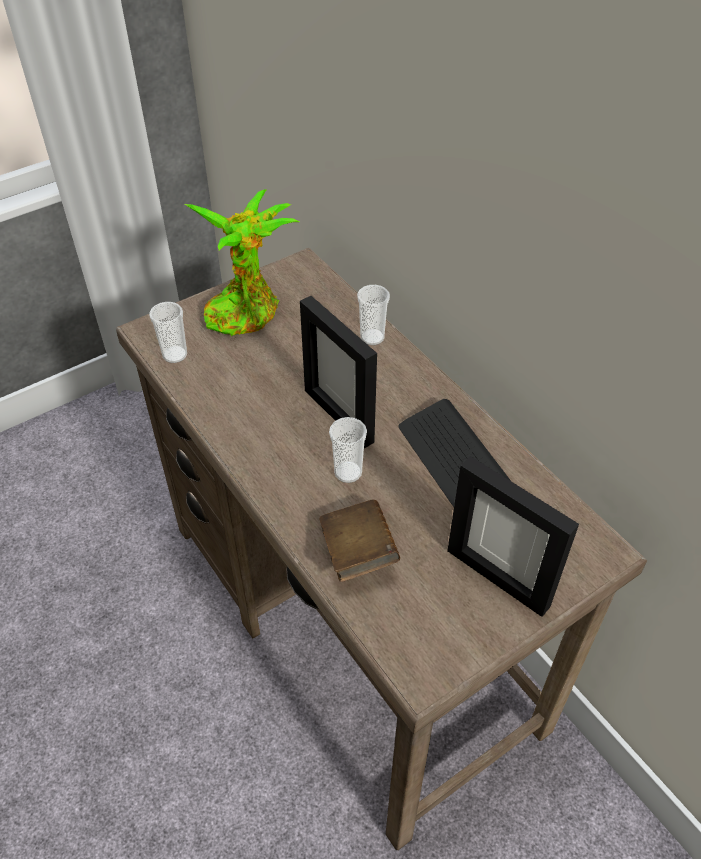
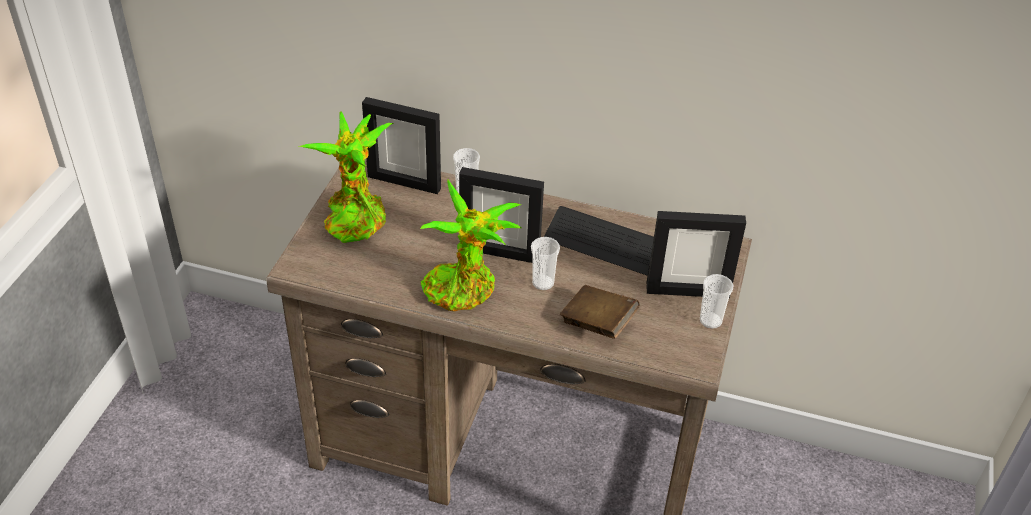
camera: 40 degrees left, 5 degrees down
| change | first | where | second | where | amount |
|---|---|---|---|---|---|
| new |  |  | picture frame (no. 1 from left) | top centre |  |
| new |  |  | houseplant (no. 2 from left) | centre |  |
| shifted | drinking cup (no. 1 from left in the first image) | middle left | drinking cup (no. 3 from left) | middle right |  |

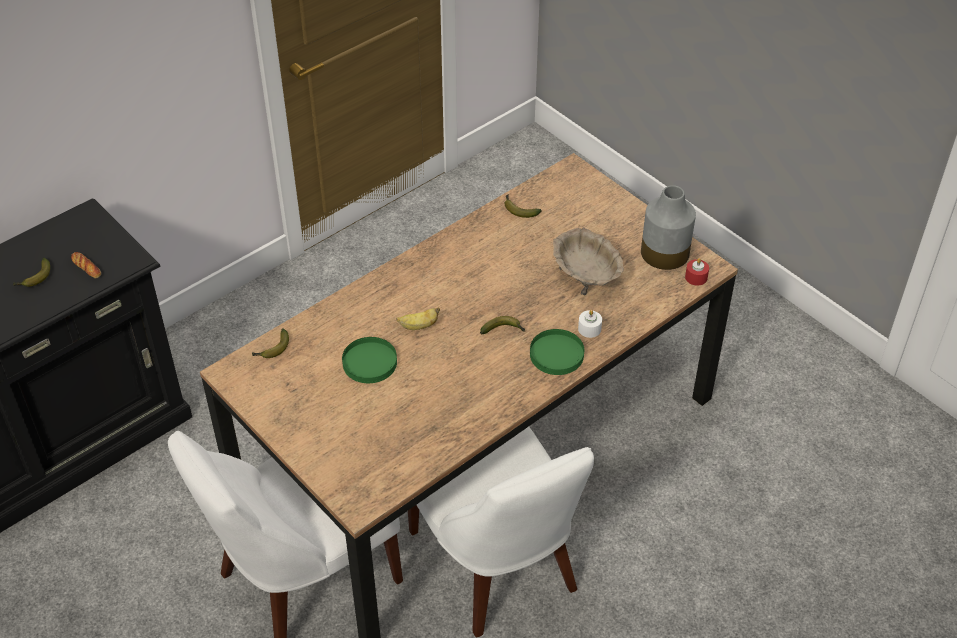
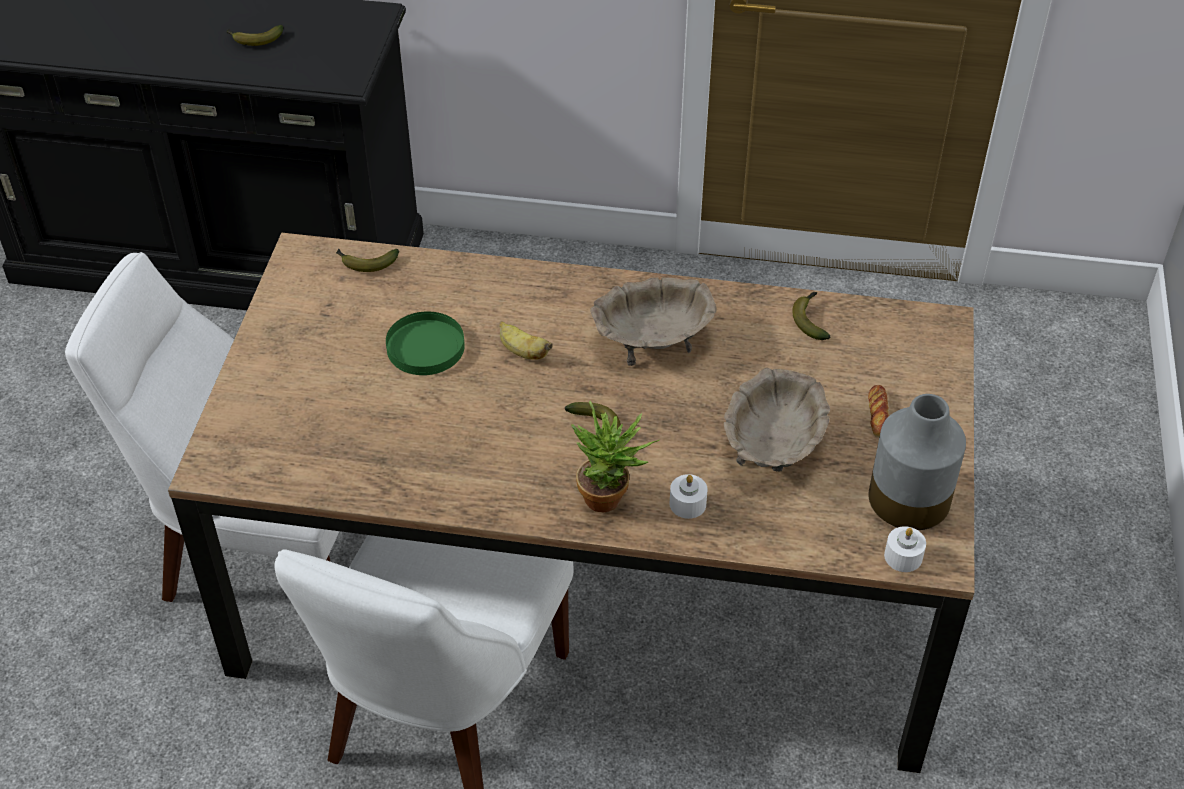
camera: 50 degrees right, 0 degrees up
| change | first | where | second | where | amount |
|---|---|---|---|---|---|
| swapped | green-coloured plate (no. 2 from left) | centre | houseplant | centre |  |
| new |  |  | sand-coloured deep dish (no. 1 from left) | centre |  |
| shifted | bakery bread | middle left |  | middle right |  |
| repainted | red-coloured wax candle | middle right | whitish wax candle (no. 2 from left) | bottom right |  |

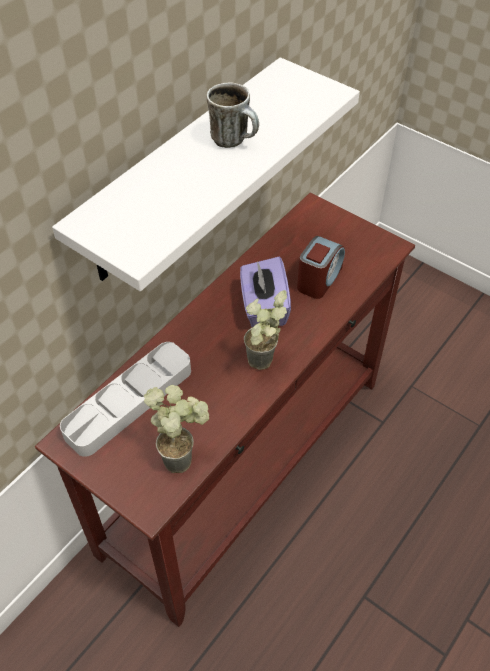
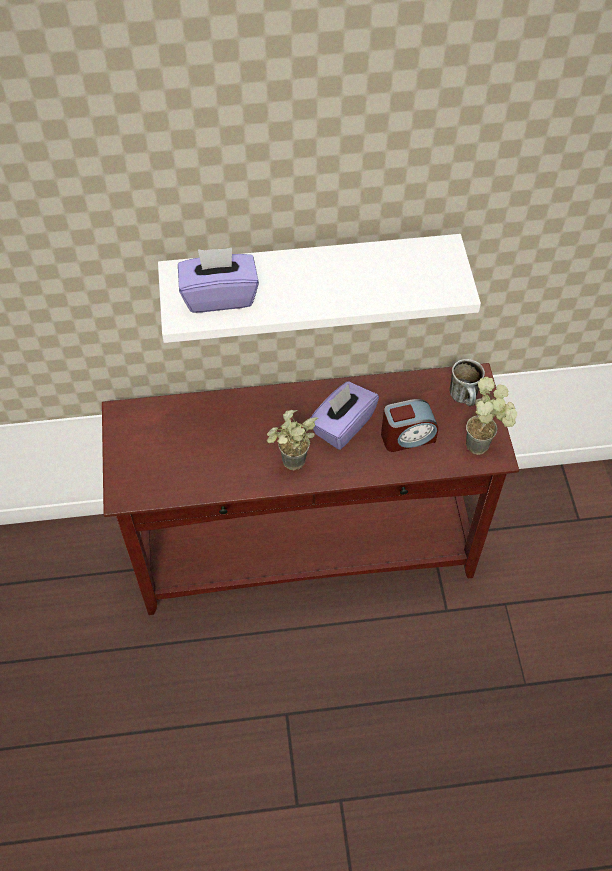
camera: 45 degrees right, 5 degrees up
| change | first | where | second | where | amount |
|---|---|---|---|---|---|
| new |  |  | purple-coloured box of tissues (no. 1 from left) | top centre |  |
| shifted | coffee mug | top centre |  | middle right |  |
| shifted | houseplant (no. 1 from left in the first image) | centre | houseplant (no. 2 from left) | middle right |  |
| gone | gray carrying tray | middle left |  |  |  |

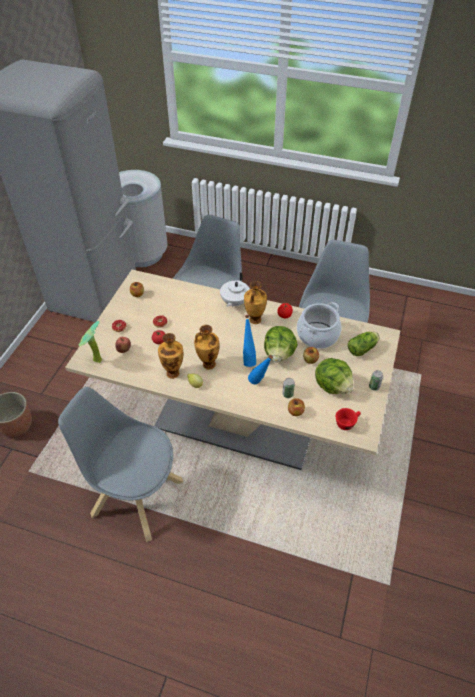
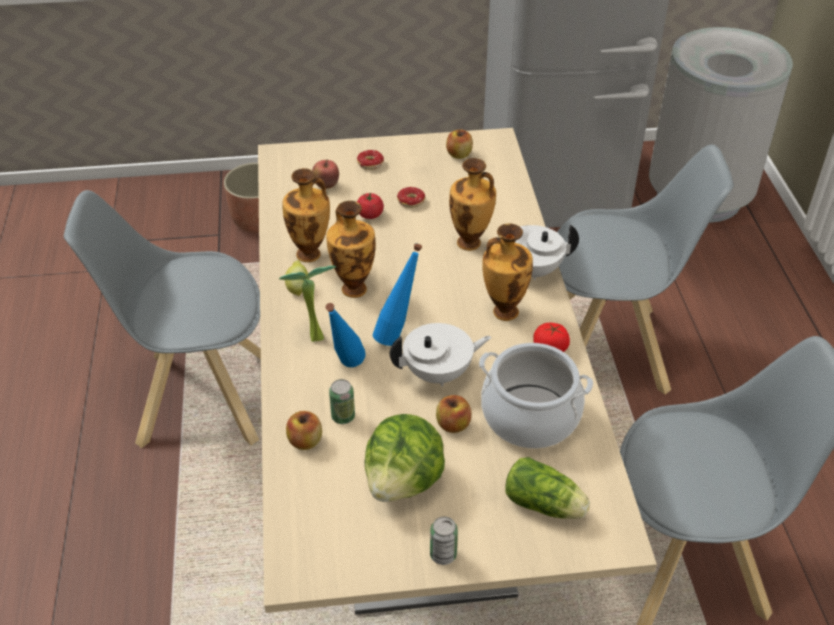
camera: 65 degrees right, 5 degrees down
| change | first | where | second | where | amount |
|---|---|---|---|---|---|
| rotated | gray plain chair (no. 1 from left) | middle left |  | middle left | 90 degrees counterclockwise |
| shifted | houseplant | middle left |  | centre |  |
| swapped | head of lettuce (no. 1 from left) | centre | whitish teapot (no. 1 from left) | centre |  |
| new |  |  | decorative vase (no. 3 from left) | top centre |  |
| gone | red-coloured drinking cup | middle right |  |  |  |

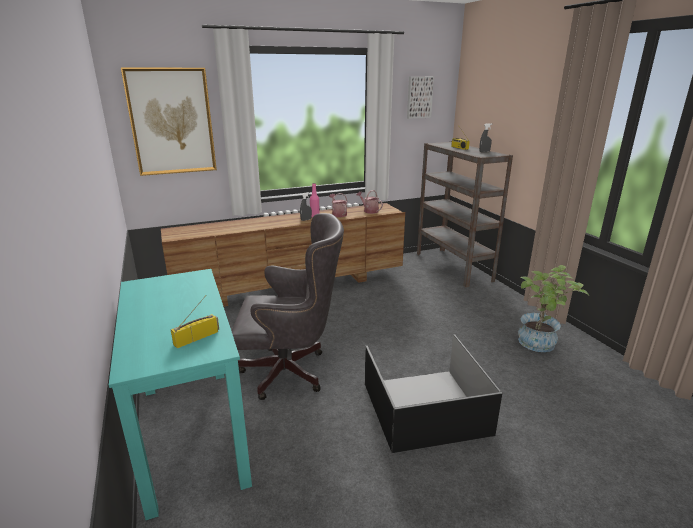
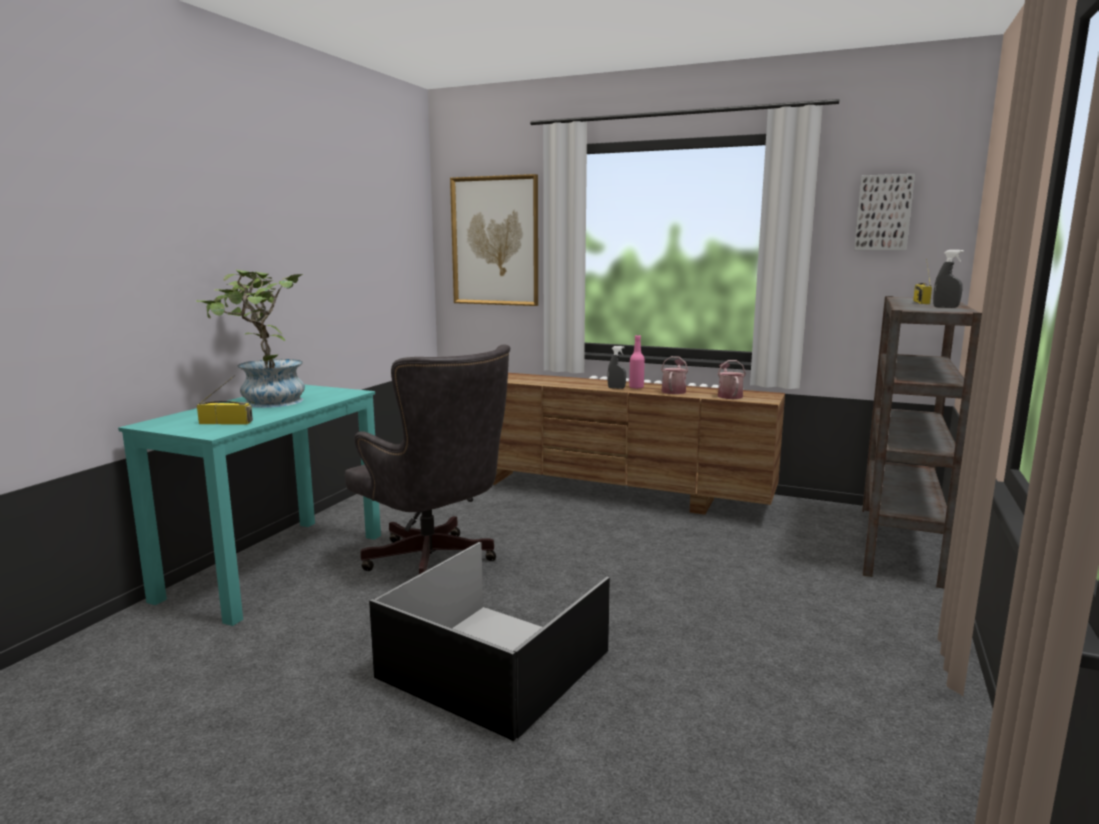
camera: 45 degrees right, 10 degrees down
| change | first | where | second | where | amount |
|---|---|---|---|---|---|
| shifted | houseplant | middle right |  | middle left |  |

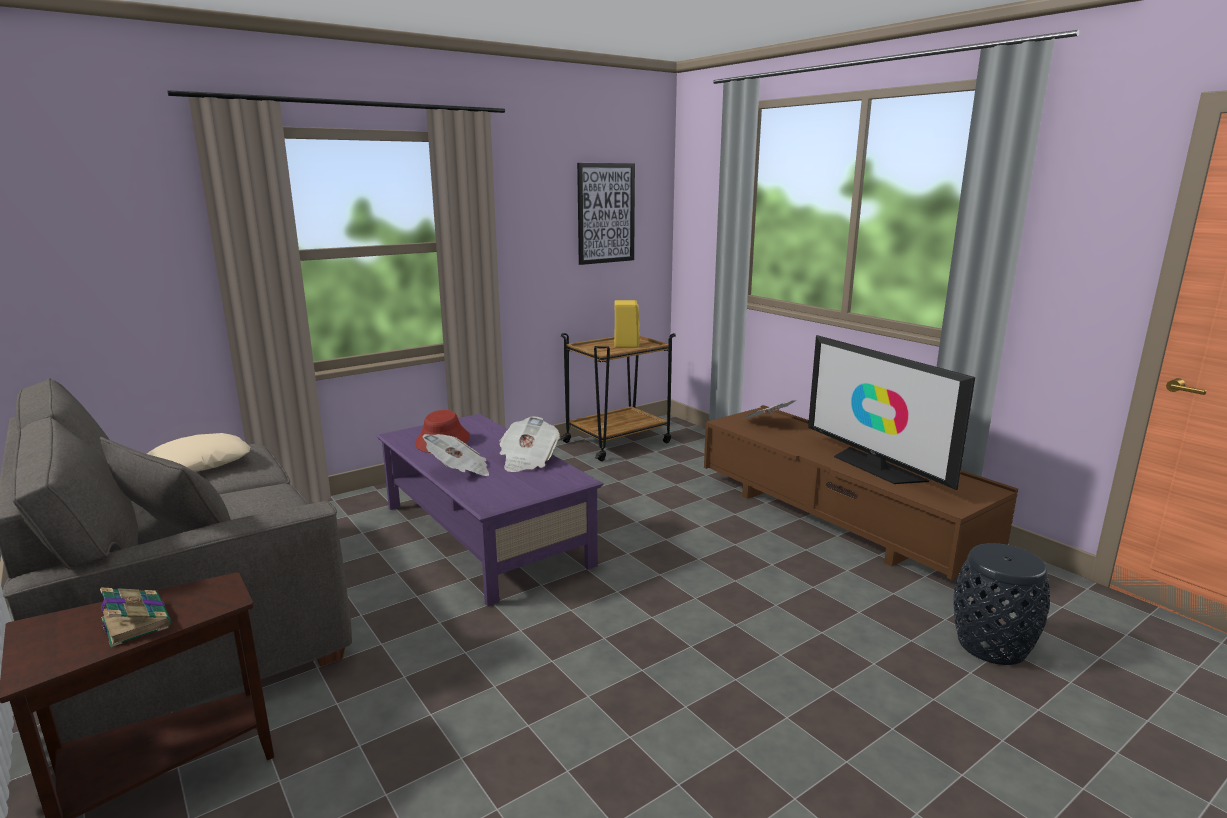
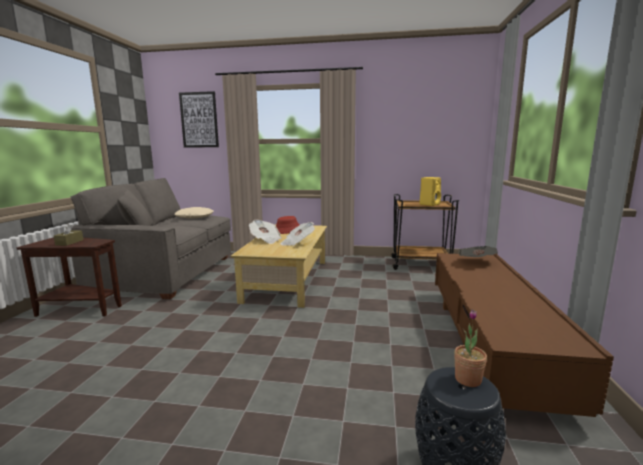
camera: 45 degrees right, 5 degrees down
| change | first | where | second | where | amount |
|---|---|---|---|---|---|
| swapped | volume | bottom left | brownish box of tissues | middle left |  |
| shifted | wall art | top centre |  | top left |  |
| repainted | purple-coloured low table | centre | sand-coloured low table | centre |  |
| new |  |  | houseplant | bottom right |  |
| gone | TV set | middle right |  |  |  |

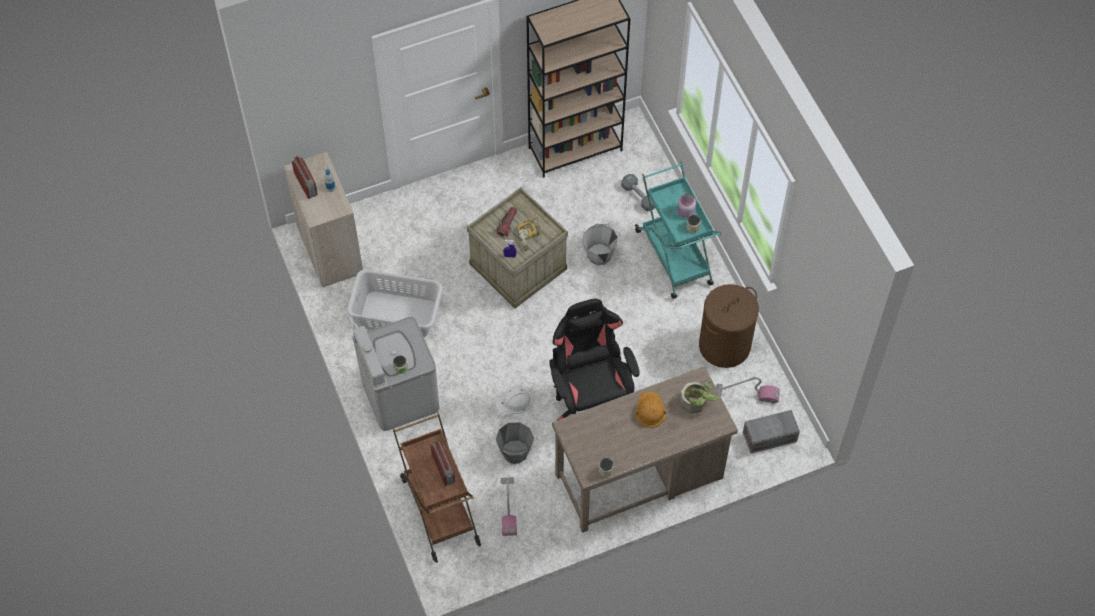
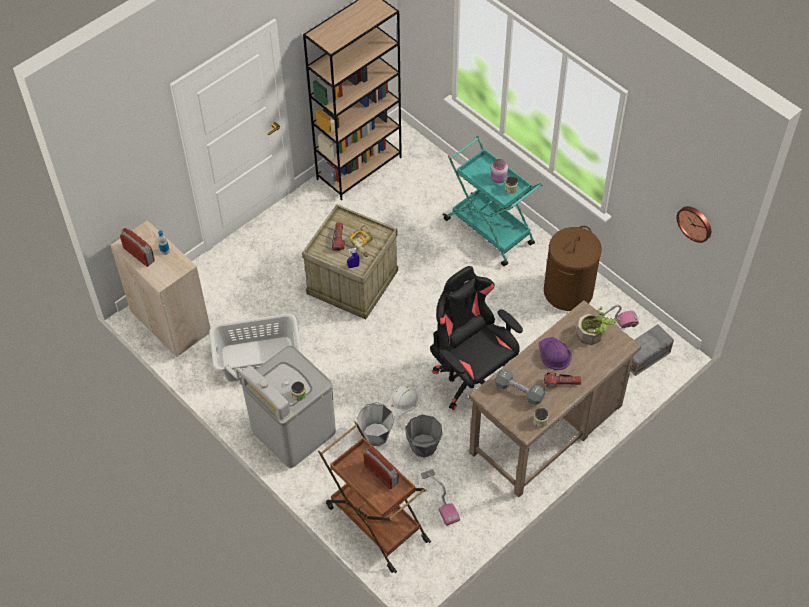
camera: 20 degrees left, 5 degrees down
| change | first | where | second | where | amount |
|---|---|---|---|---|---|
| shifted | gray water bucket (no. 2 from left in the first image) | centre | gray water bucket (no. 1 from left) | bottom centre |  |
| shifted | gray dumbbell | top centre |  | centre |  |
| repainted | orange safety helmet | centre | purple-coloured safety helmet | middle right |  |
| new |  |  | hand torch (no. 2 from left) | middle right |  |
| new |  |  | hanging clock | middle right |  |

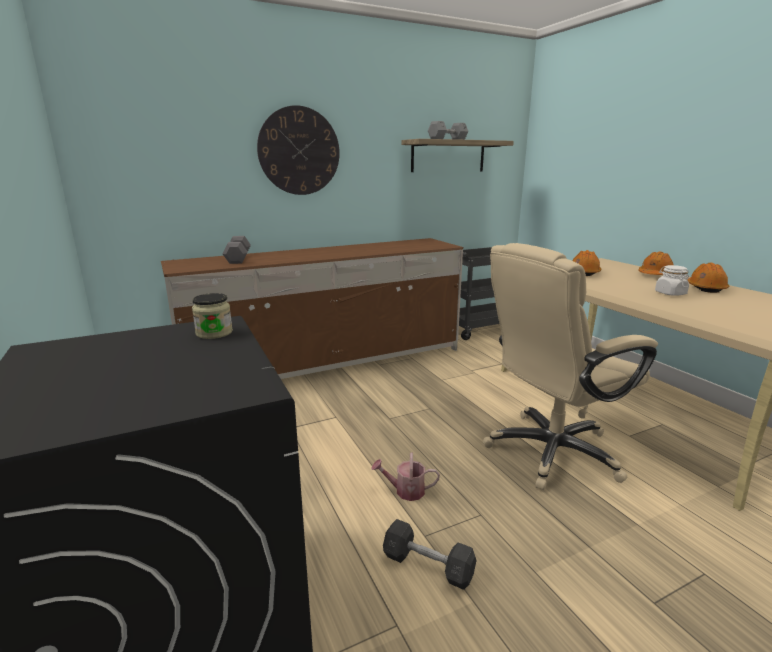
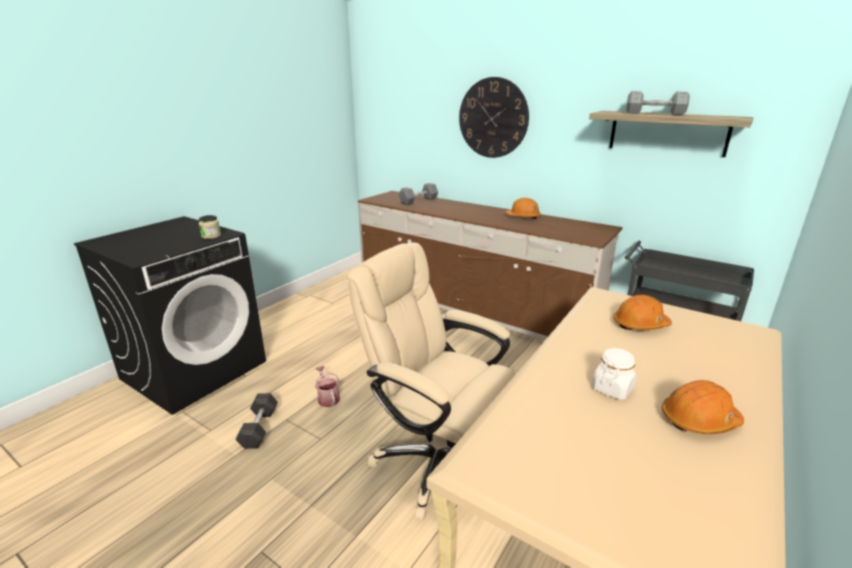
camera: 60 degrees right, 5 degrees up
| change | first | where | second | where | amount |
|---|---|---|---|---|---|
| shifted | orange safety helmet (no. 2 from left in the first image) | middle right | orange safety helmet (no. 1 from left) | centre |  |

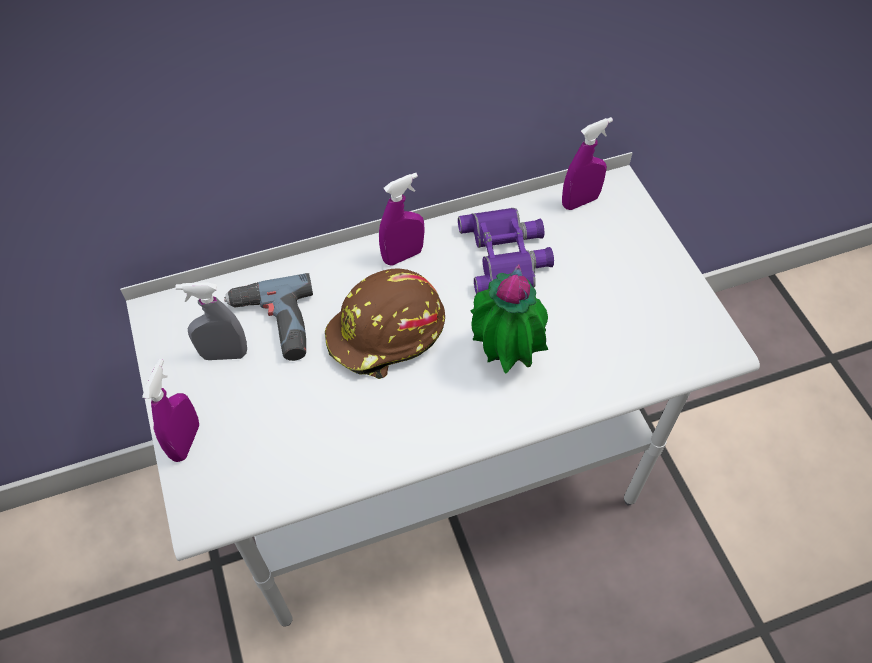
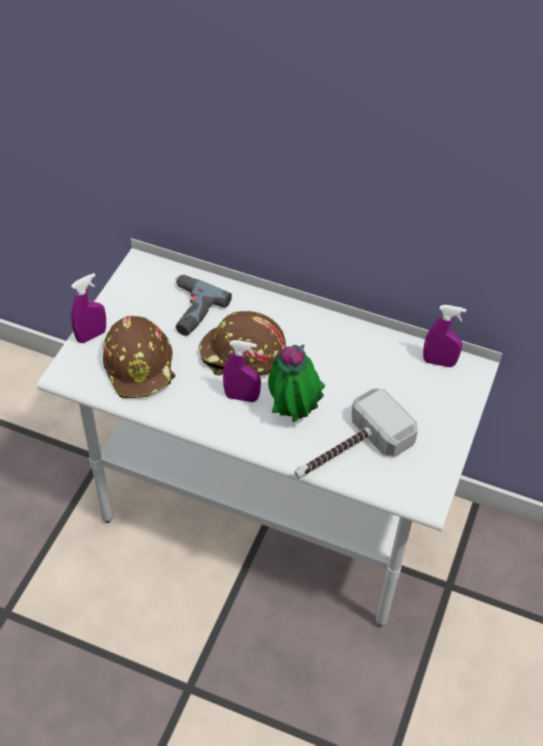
camera: 40 degrees right, 5 degrees down
| change | first | where | second | where | amount |
|---|---|---|---|---|---|
| new |  |  | brownish safety helmet (no. 1 from left) | middle left |  |
| shifted | purple-coloured hand sprayer (no. 2 from left) | top centre |  | centre |  |
| new |  |  | tool hammer | centre |  |
| gone | gray hand sprayer | middle left |  |  |  |
| gone | purple-coloured pair of binoculars | centre |  |  |  |

